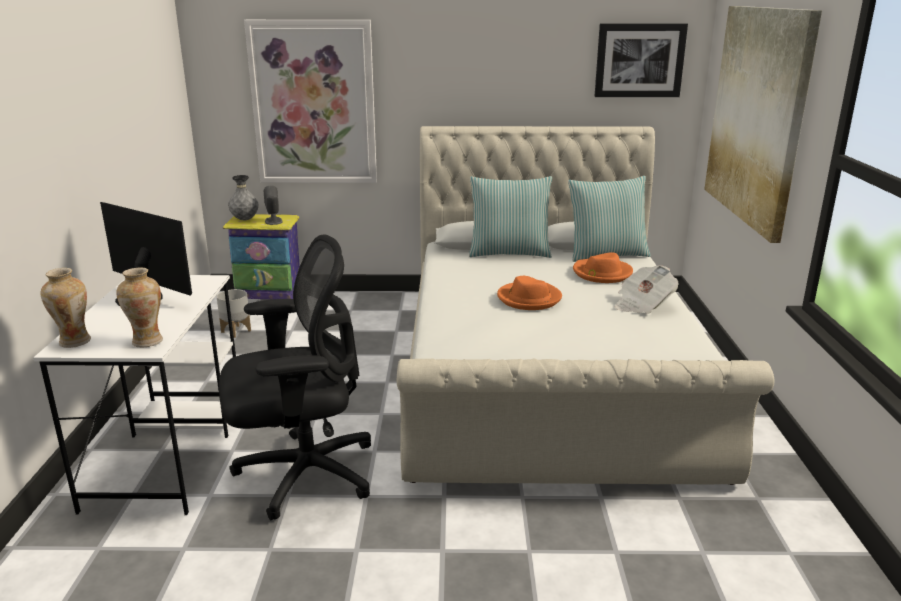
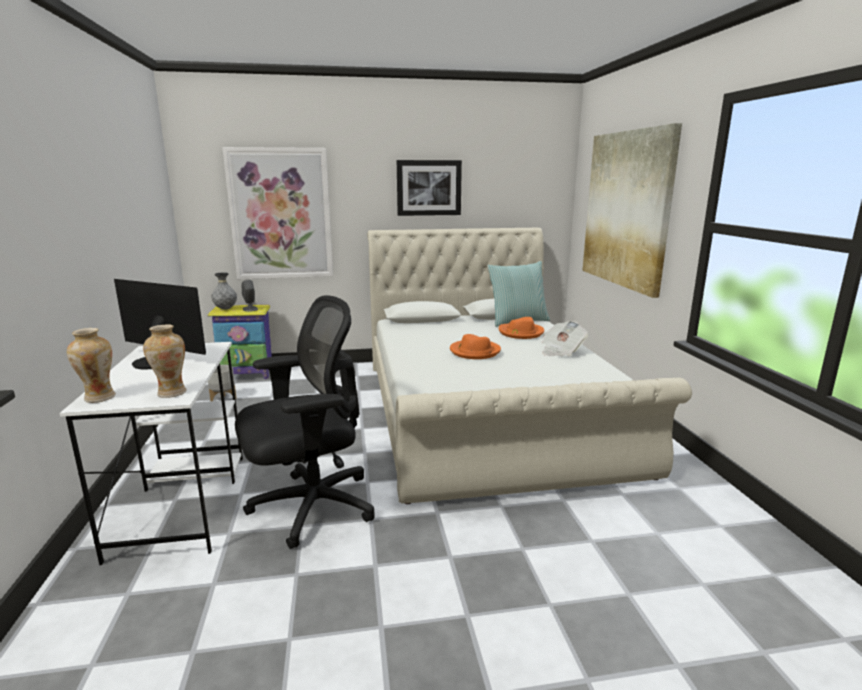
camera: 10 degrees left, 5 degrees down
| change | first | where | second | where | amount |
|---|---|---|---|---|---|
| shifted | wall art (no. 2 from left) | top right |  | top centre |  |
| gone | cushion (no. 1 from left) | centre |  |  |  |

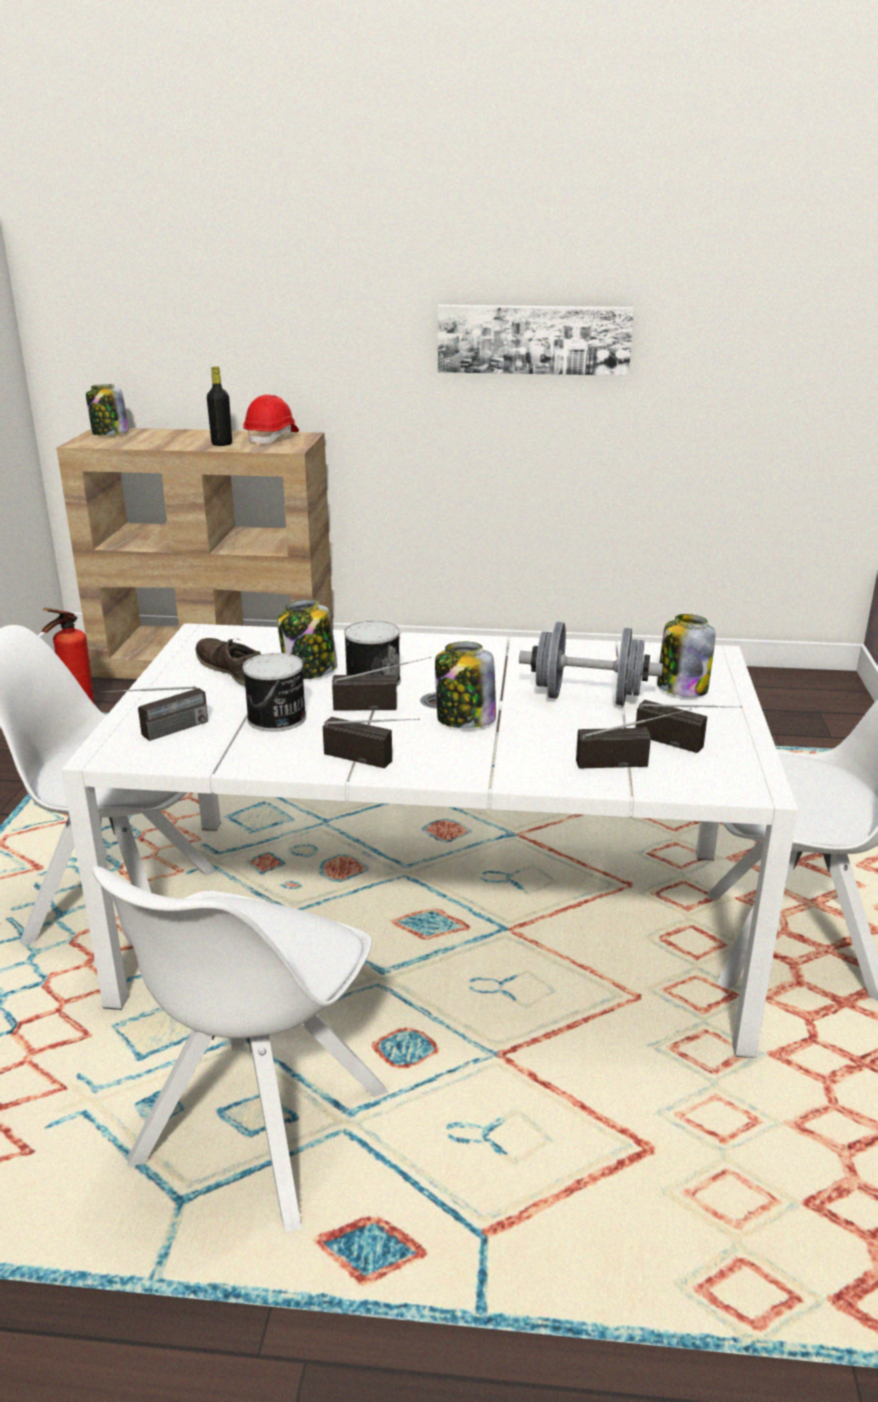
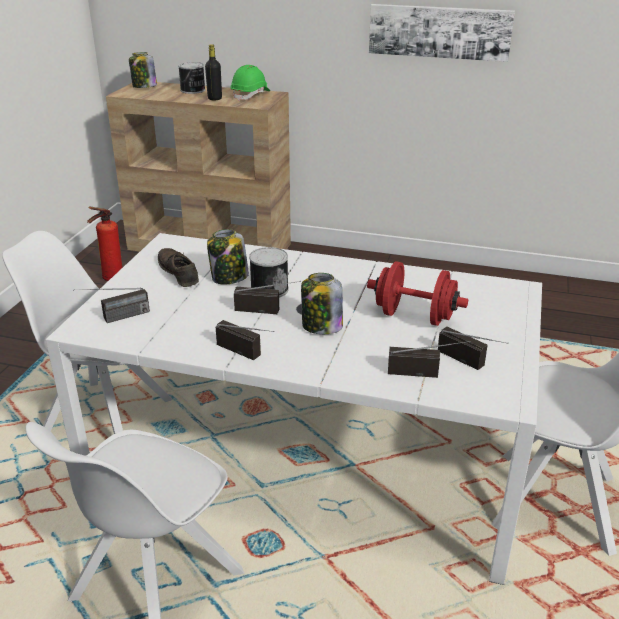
camera: 10 degrees right, 5 degrees up
| change | first | where | second | where | amount |
|---|---|---|---|---|---|
| shifted | sealed can (no. 1 from left) | middle left |  | top left |  |
| repainted | red-coloured safety helmet | top left | green-coloured safety helmet | top centre |  |
| repainted | gray dumbbell | middle right | red-coloured dumbbell | middle right |  |
| gone | preserve jar (no. 4 from left) | middle right |  |  |  |

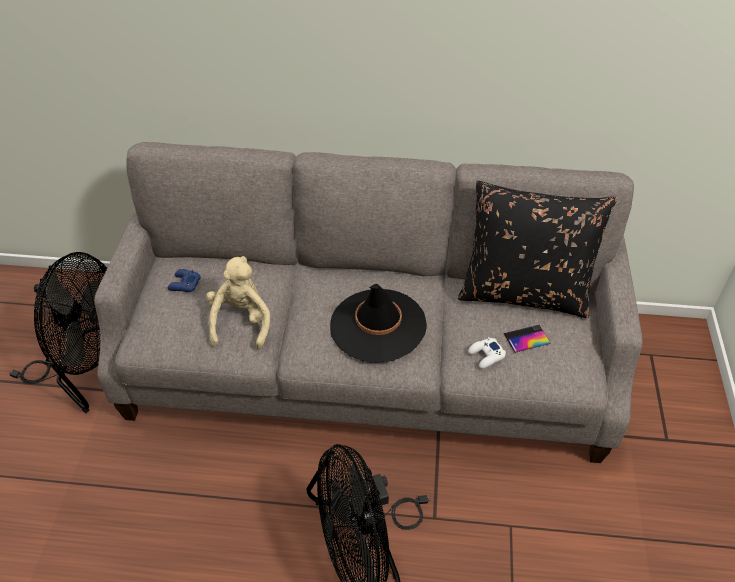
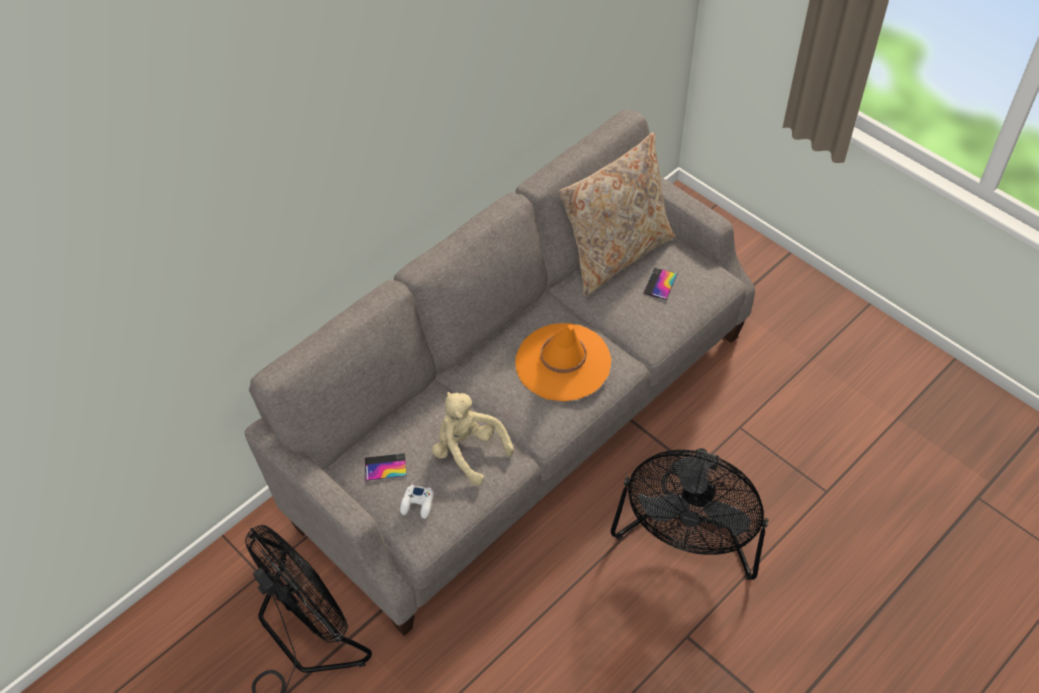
camera: 50 degrees left, 5 degrees up
| change | first | where | second | where | amount |
|---|---|---|---|---|---|
| swapped | bluish gamepad | middle left | phone (no. 1 from left) | bottom centre |  |
| shifted | whitish gamepad | centre |  | bottom centre |  |
| repainted | black wearable hat | centre | orange wearable hat | centre |  |
| repainted | black cushion | middle right | sand-coloured cushion | top centre |  |

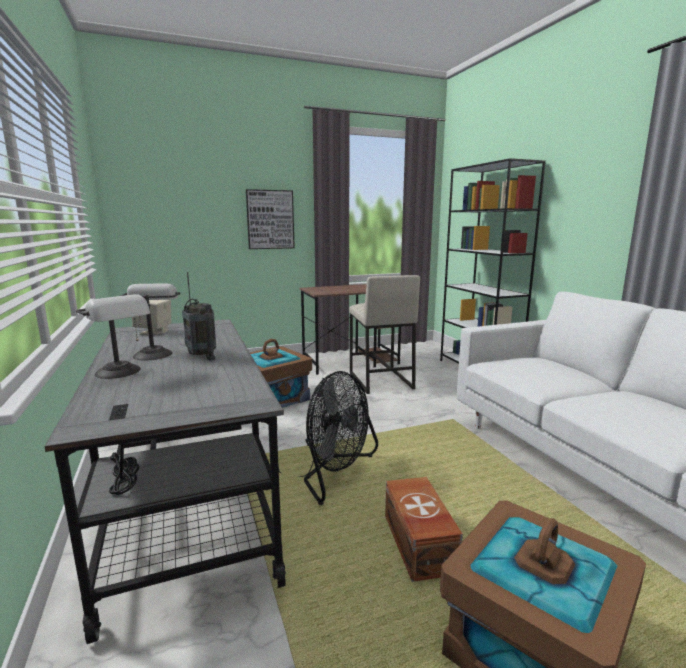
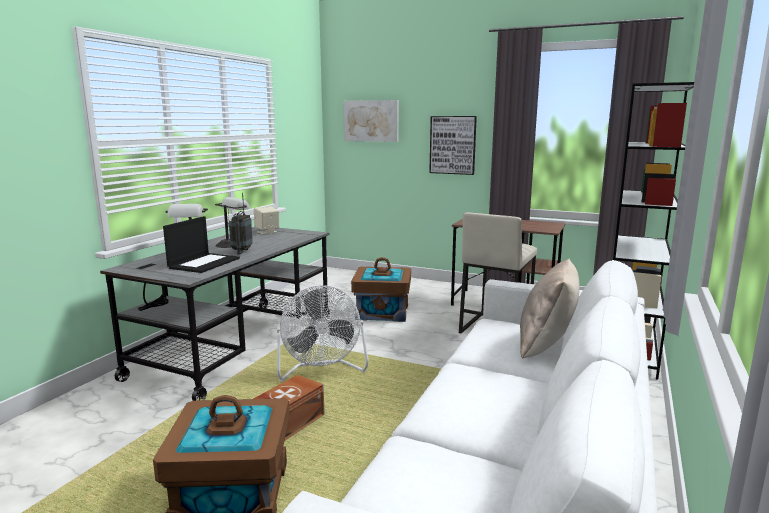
camera: 45 degrees right, 0 degrees up
| change | first | where | second | where | amount |
|---|---|---|---|---|---|
| new |  |  | notebook computer | middle left |  |
| repainted | black electric fan | centre | whitish electric fan | centre |  |
| new |  |  | wall art (no. 1 from left) | top centre |  |
| new |  |  | sand-coloured cushion | middle right |  |

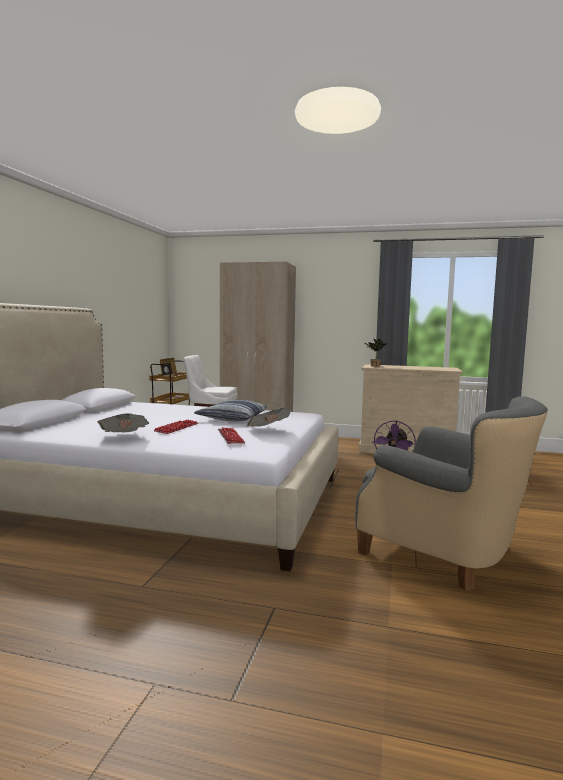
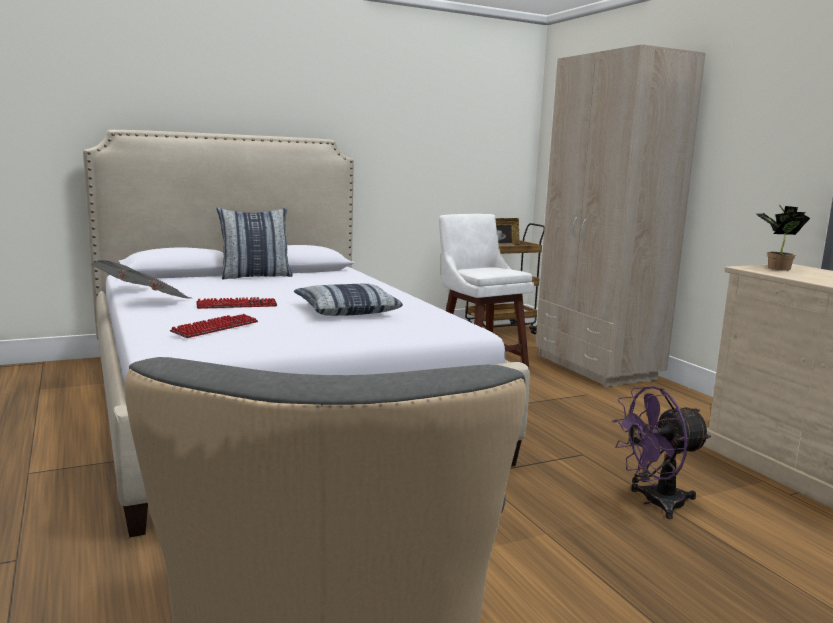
camera: 50 degrees right, 5 degrees up
| change | first | where | second | where | amount |
|---|---|---|---|---|---|
| shifted | daily paper (no. 2 from left in the first image) | centre | daily paper (no. 1 from left) | middle left |  |
| new |  |  | cushion (no. 1 from left) | middle left |  |

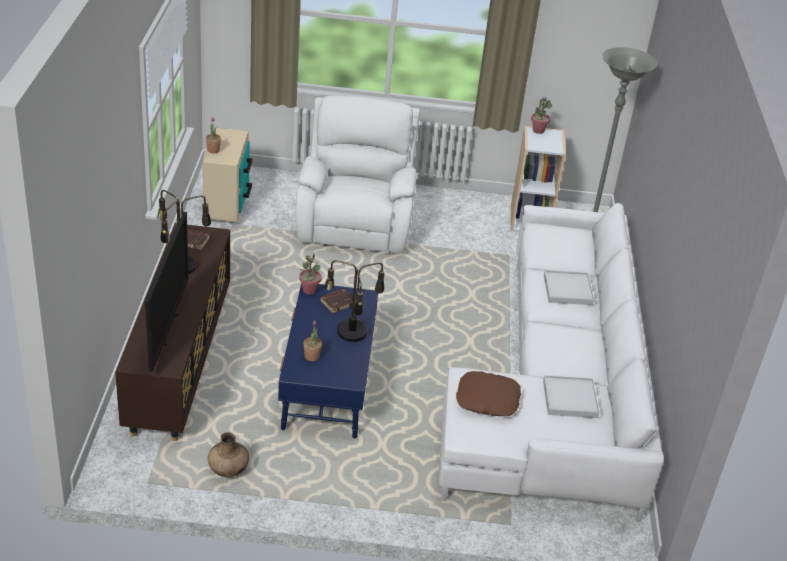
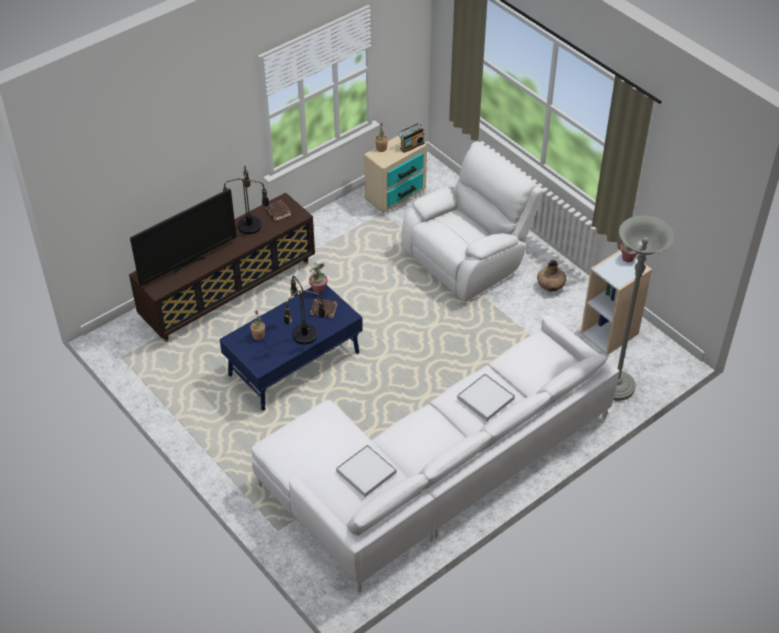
camera: 50 degrees right, 10 degrees up
| change | first | where | second | where | amount |
|---|---|---|---|---|---|
| new |  |  | radio | top centre |  |
| shifted | brownish decorative vase | bottom left |  | middle right |  |
| gone | brownish cushion | bottom centre |  |  |  |

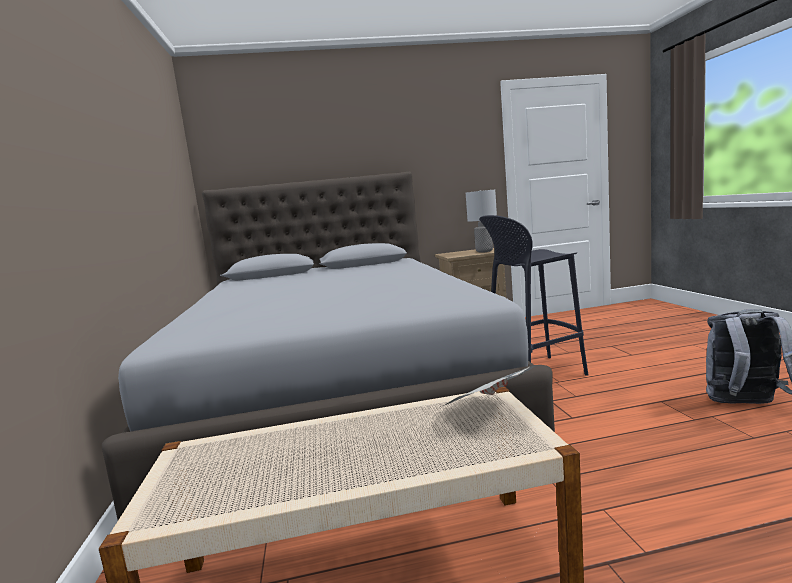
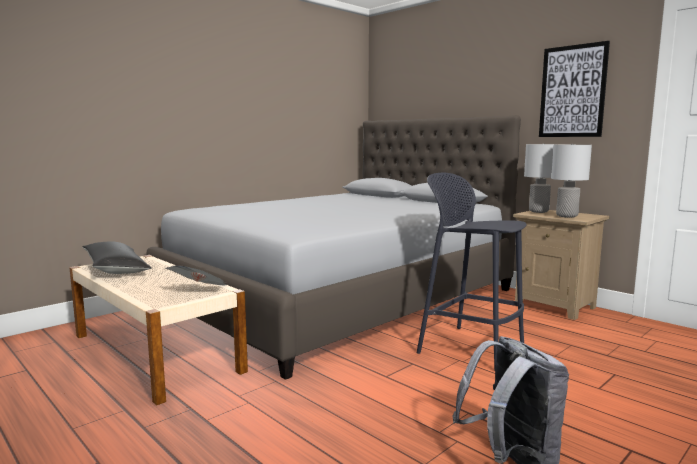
camera: 55 degrees right, 0 degrees up
| change | first | where | second | where | amount |
|---|---|---|---|---|---|
| new |  |  | black cushion | middle left |  |
| new |  |  | gray lamp for a table (no. 1 from left) | middle right |  |
| new |  |  | wall art | top right |  |

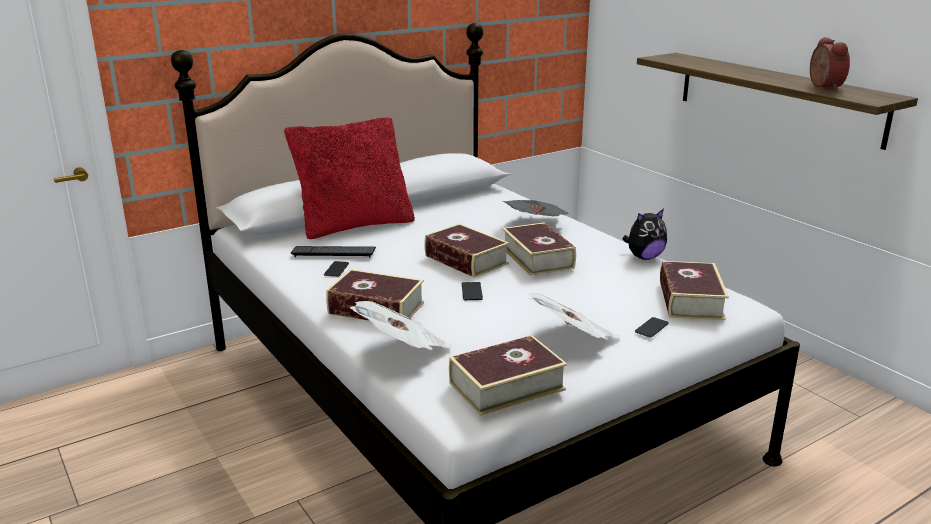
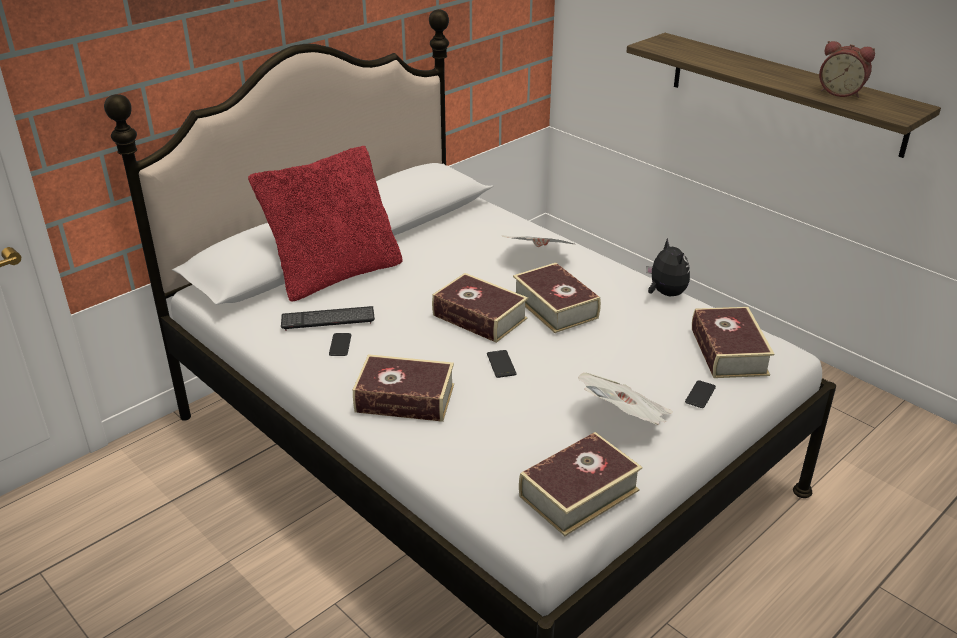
camera: 10 degrees left, 10 degrees up
| change | first | where | second | where | amount |
|---|---|---|---|---|---|
| rotated | plush toy | middle right |  | middle right | 75 degrees counterclockwise |
| rotated | table clock | top right |  | top right | 135 degrees clockwise |
| gone | daily paper (no. 1 from left) | centre |  |  |  |

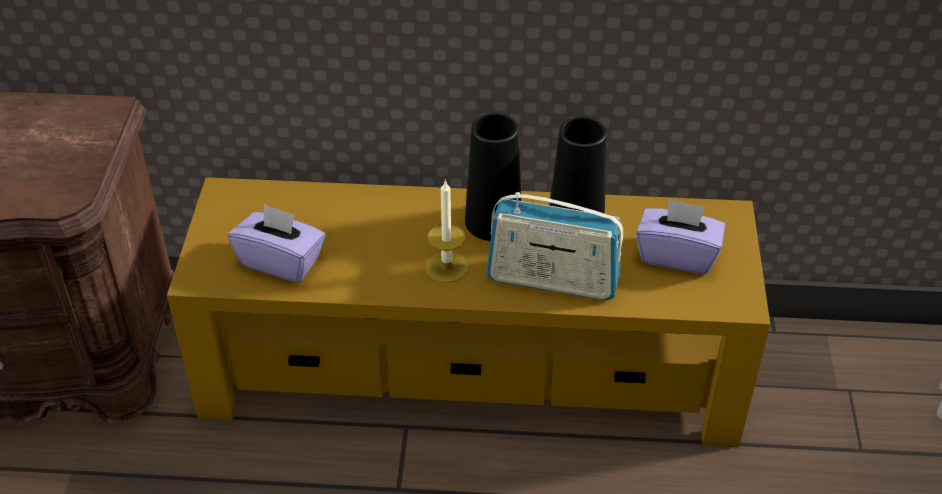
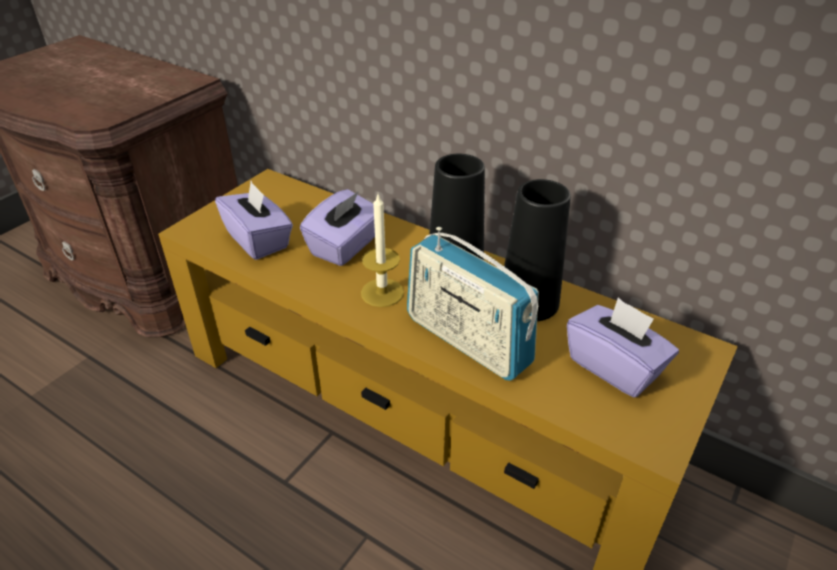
camera: 30 degrees right, 5 degrees down
| change | first | where | second | where | amount |
|---|---|---|---|---|---|
| new |  |  | purple-coloured box of tissues (no. 2 from left) | centre |  |

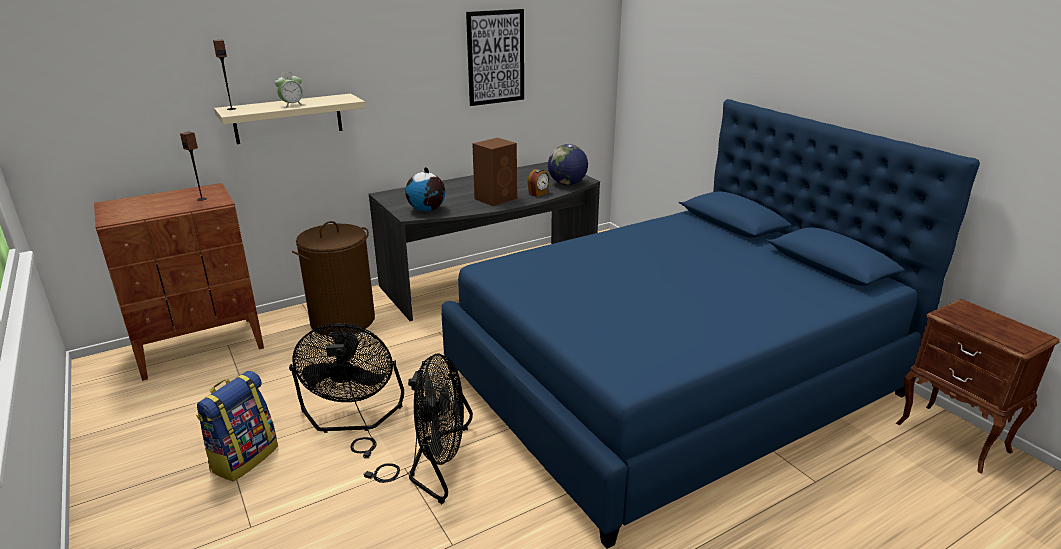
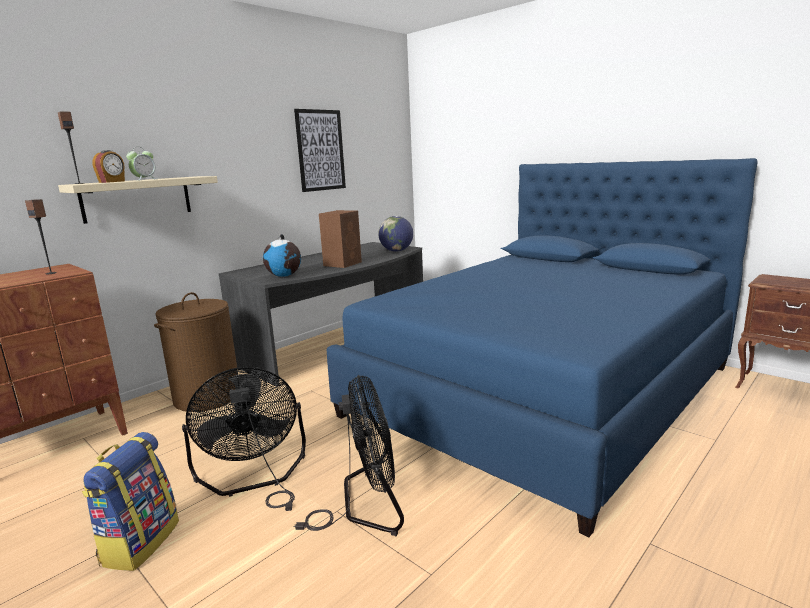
camera: 15 degrees left, 10 degrees down
| change | first | where | second | where | amount |
|---|---|---|---|---|---|
| shifted | table clock (no. 2 from left in the first image) | centre | table clock (no. 1 from left) | top left |  |

